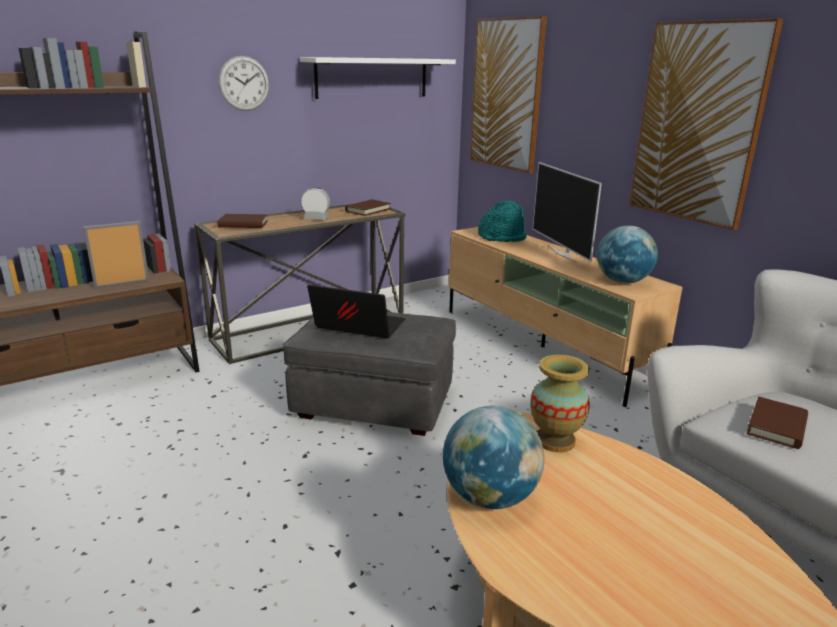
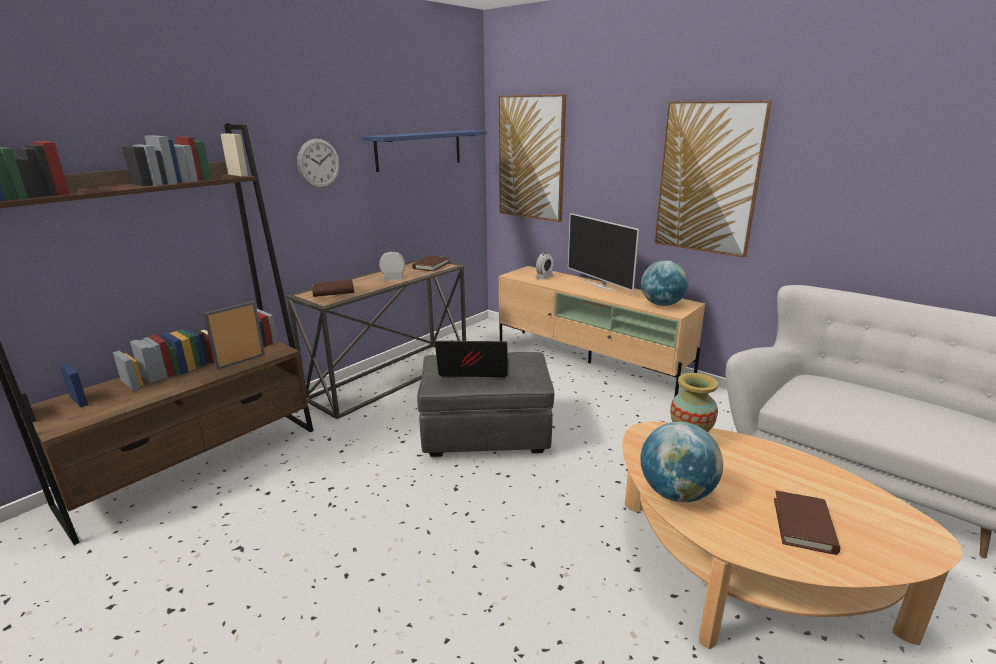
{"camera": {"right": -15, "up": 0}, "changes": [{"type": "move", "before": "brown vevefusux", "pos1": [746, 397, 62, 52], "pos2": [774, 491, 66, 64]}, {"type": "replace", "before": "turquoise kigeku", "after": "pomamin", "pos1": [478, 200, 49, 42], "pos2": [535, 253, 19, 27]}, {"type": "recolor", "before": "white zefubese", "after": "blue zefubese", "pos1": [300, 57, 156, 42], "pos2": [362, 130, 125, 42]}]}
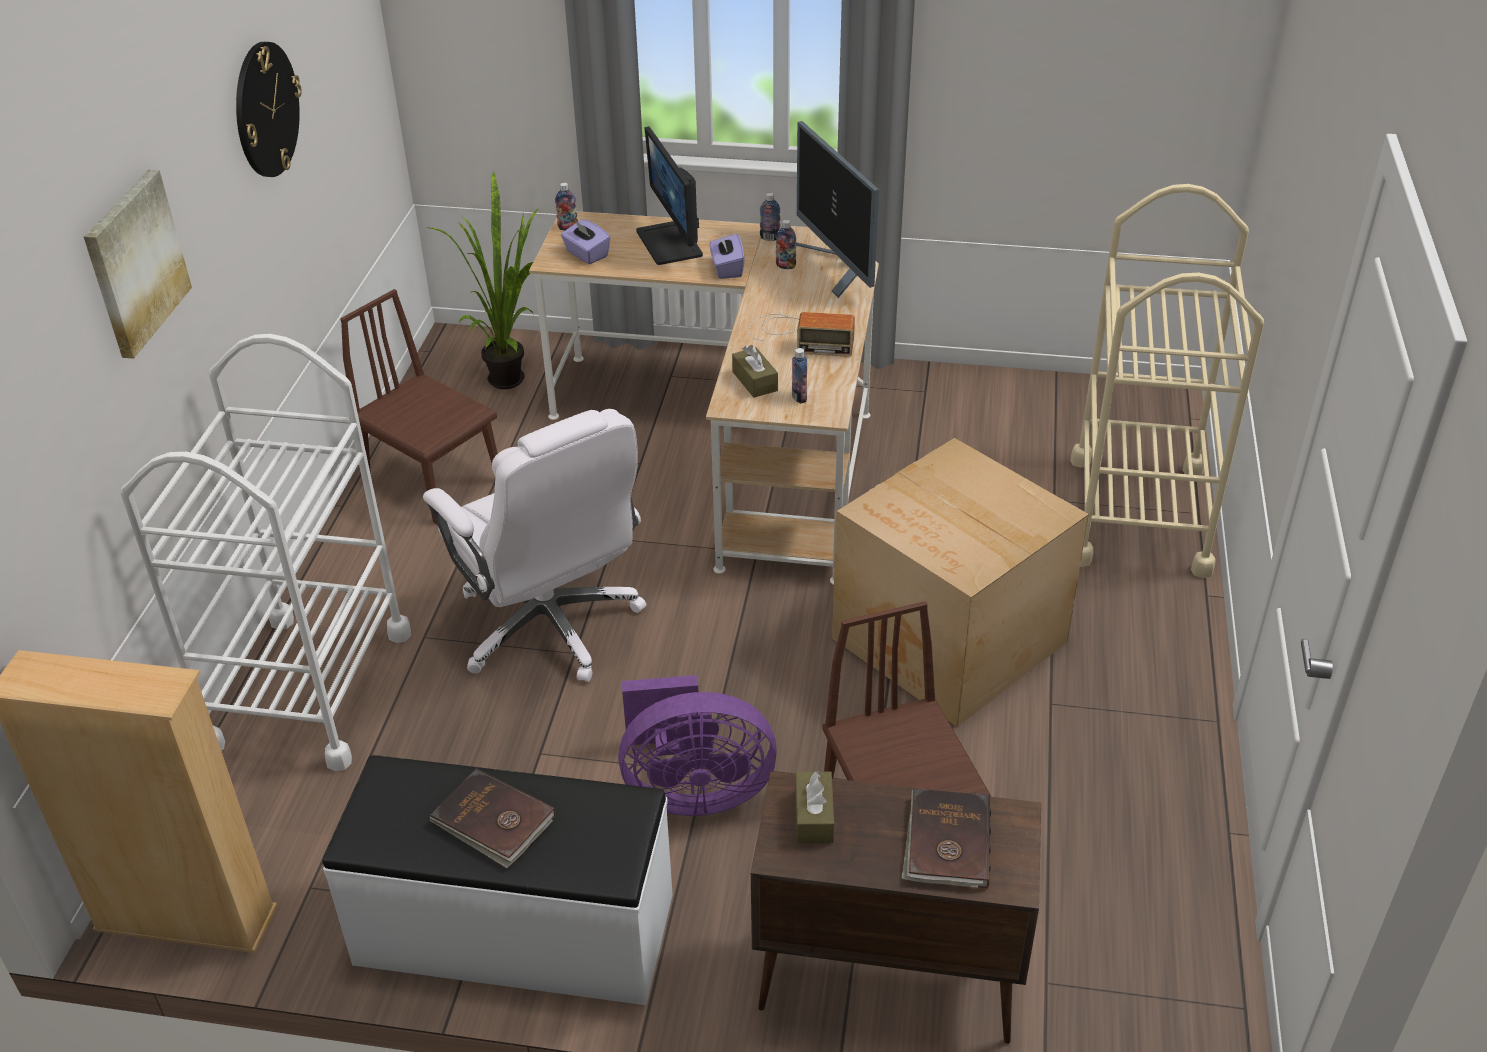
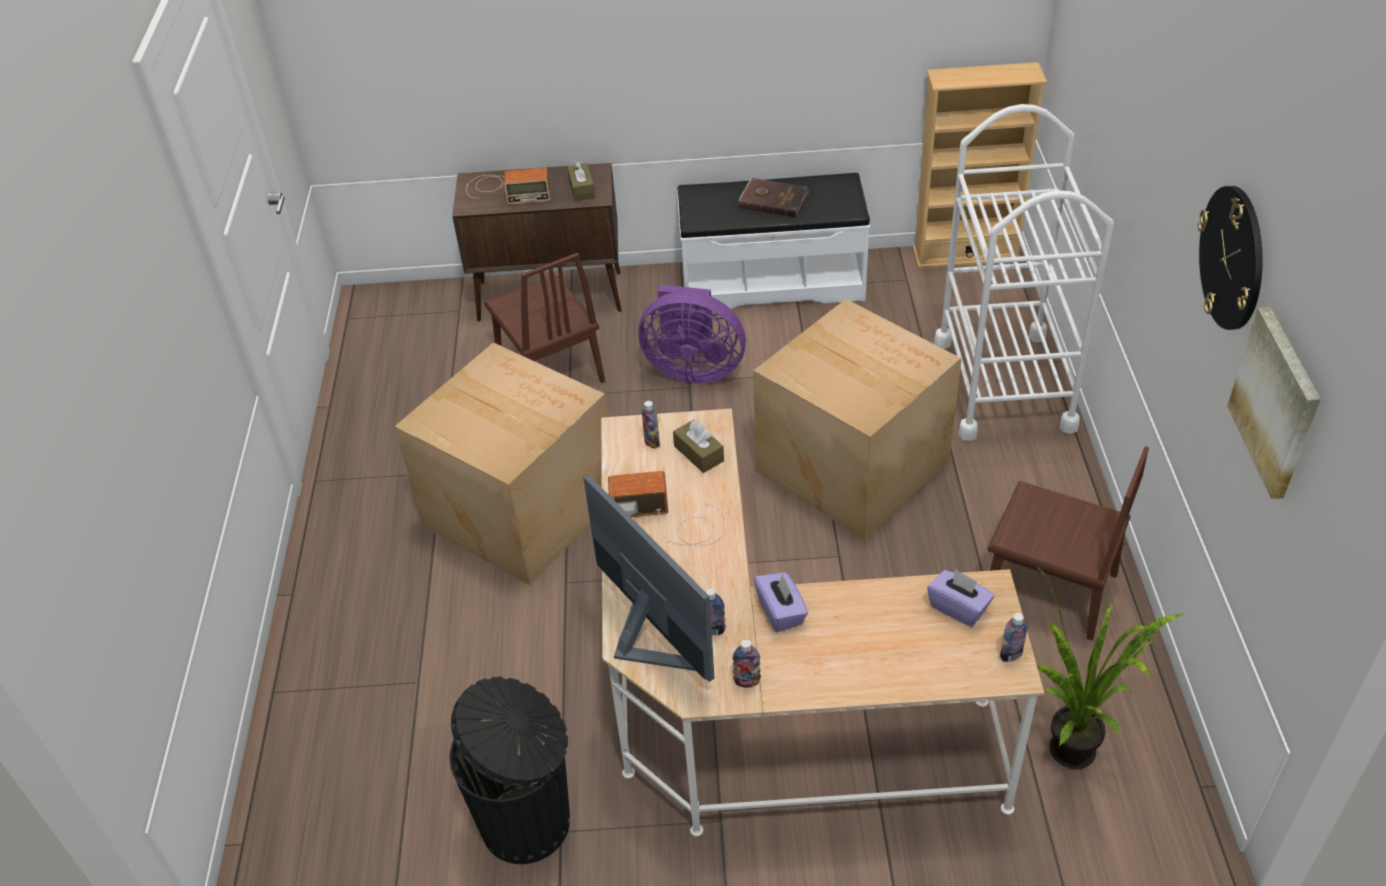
{"camera": {"right": 170, "up": 5}, "changes": [{"type": "delete", "before": "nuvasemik", "pos1": [636, 126, 67, 139]}, {"type": "delete", "before": "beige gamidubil", "pos1": [1070, 184, 194, 394]}, {"type": "insert", "after": "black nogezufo", "pos2": [449, 677, 121, 187]}, {"type": "move", "before": "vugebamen", "pos1": [84, 170, 108, 189], "pos2": [1227, 307, 94, 192]}, {"type": "replace", "before": "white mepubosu", "after": "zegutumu", "pos1": [423, 409, 223, 273], "pos2": [754, 299, 208, 240]}, {"type": "replace", "before": "brown vevefusux", "after": "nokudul", "pos1": [901, 788, 90, 100], "pos2": [466, 168, 84, 36]}, {"type": "rotate", "before": "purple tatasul", "pos1": [618, 675, 159, 141], "pos2": [639, 285, 107, 98], "turn": -150}]}
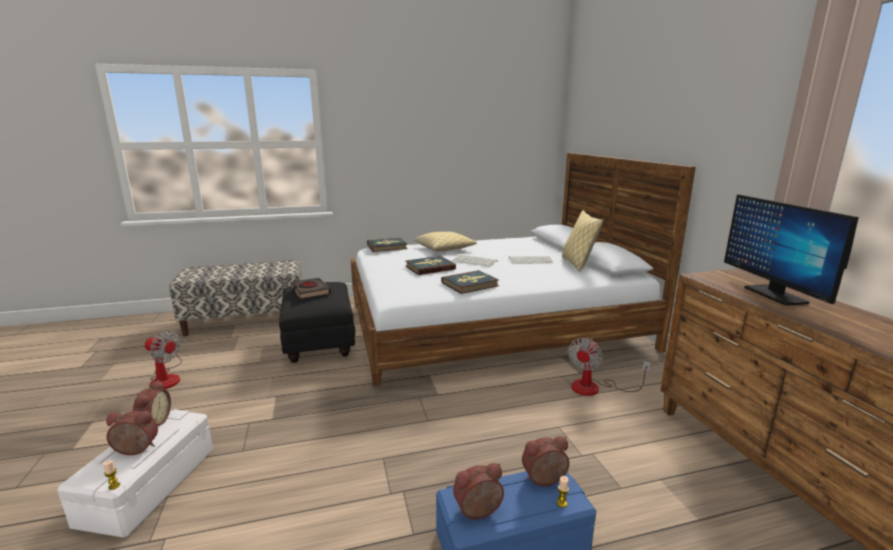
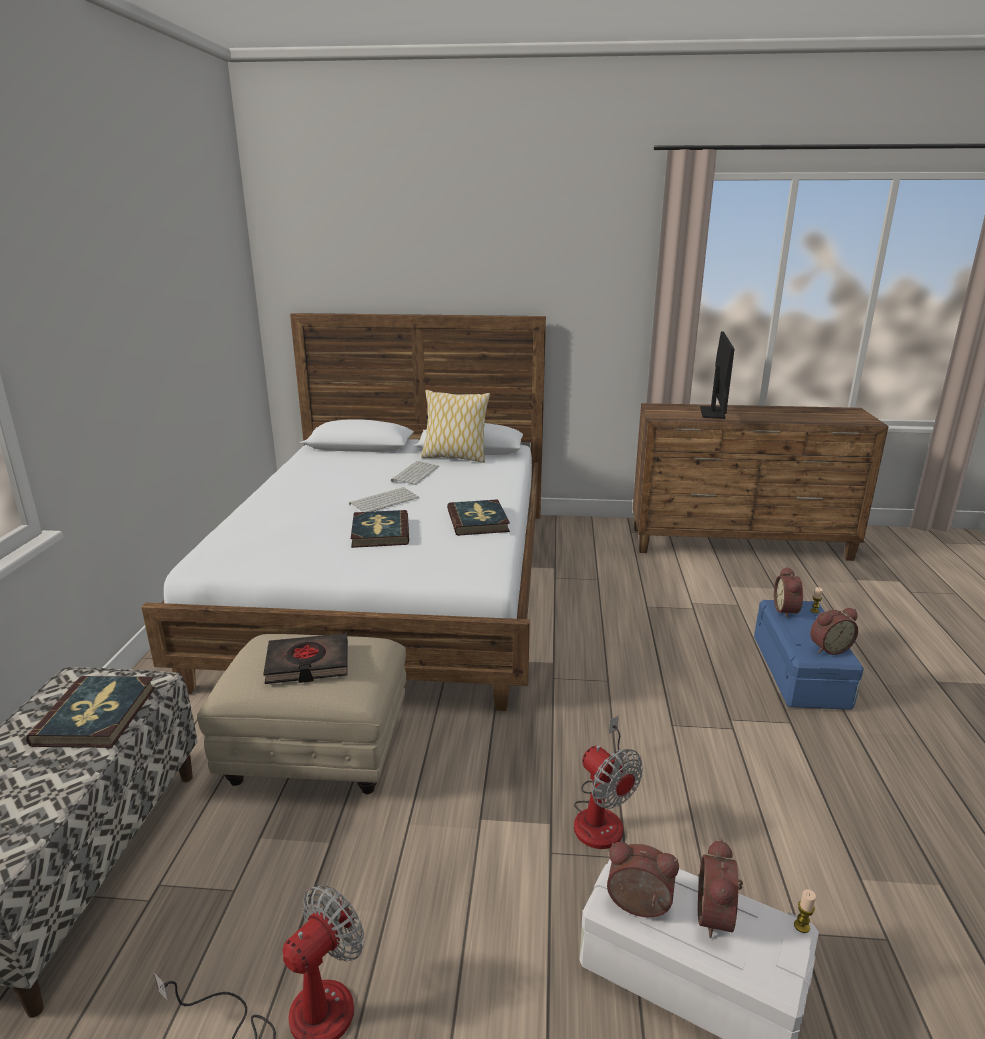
{"camera": {"right": -70, "up": 5}, "changes": [{"type": "delete", "before": "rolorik", "pos1": [414, 232, 63, 20]}, {"type": "move", "before": "vevefusux", "pos1": [367, 238, 41, 14], "pos2": [26, 676, 129, 72]}, {"type": "move", "before": "tatasul", "pos1": [568, 338, 83, 58], "pos2": [574, 716, 69, 133]}, {"type": "recolor", "before": "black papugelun", "after": "beige papugelun", "pos1": [279, 282, 76, 81], "pos2": [197, 634, 209, 160]}, {"type": "rotate", "before": "pomamin", "pos1": [453, 463, 51, 57], "pos2": [810, 608, 48, 47], "turn": -105}, {"type": "rotate", "before": "nuvasemik", "pos1": [724, 195, 135, 111], "pos2": [700, 332, 34, 87], "turn": -90}]}
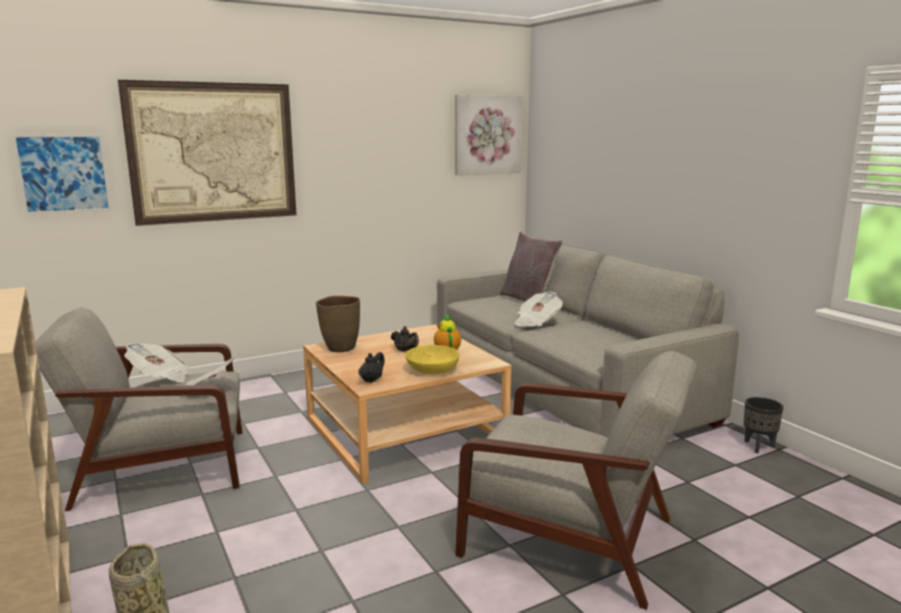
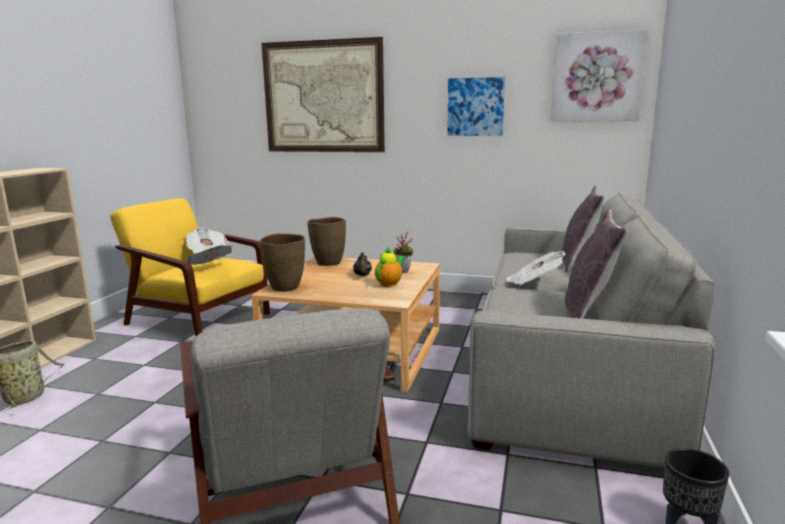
{"camera": {"right": 45, "up": 0}, "changes": [{"type": "delete", "before": "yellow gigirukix", "pos1": [405, 345, 55, 29]}, {"type": "insert", "after": "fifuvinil", "pos2": [394, 232, 20, 41]}, {"type": "insert", "after": "grey rolorik", "pos2": [565, 209, 63, 110]}, {"type": "move", "before": "vugebamen", "pos1": [12, 134, 100, 81], "pos2": [445, 75, 62, 63]}, {"type": "replace", "before": "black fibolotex", "after": "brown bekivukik", "pos1": [358, 352, 27, 31], "pos2": [260, 233, 45, 59]}, {"type": "recolor", "before": "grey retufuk", "after": "yellow retufuk", "pos1": [35, 308, 208, 203], "pos2": [110, 199, 160, 137]}]}
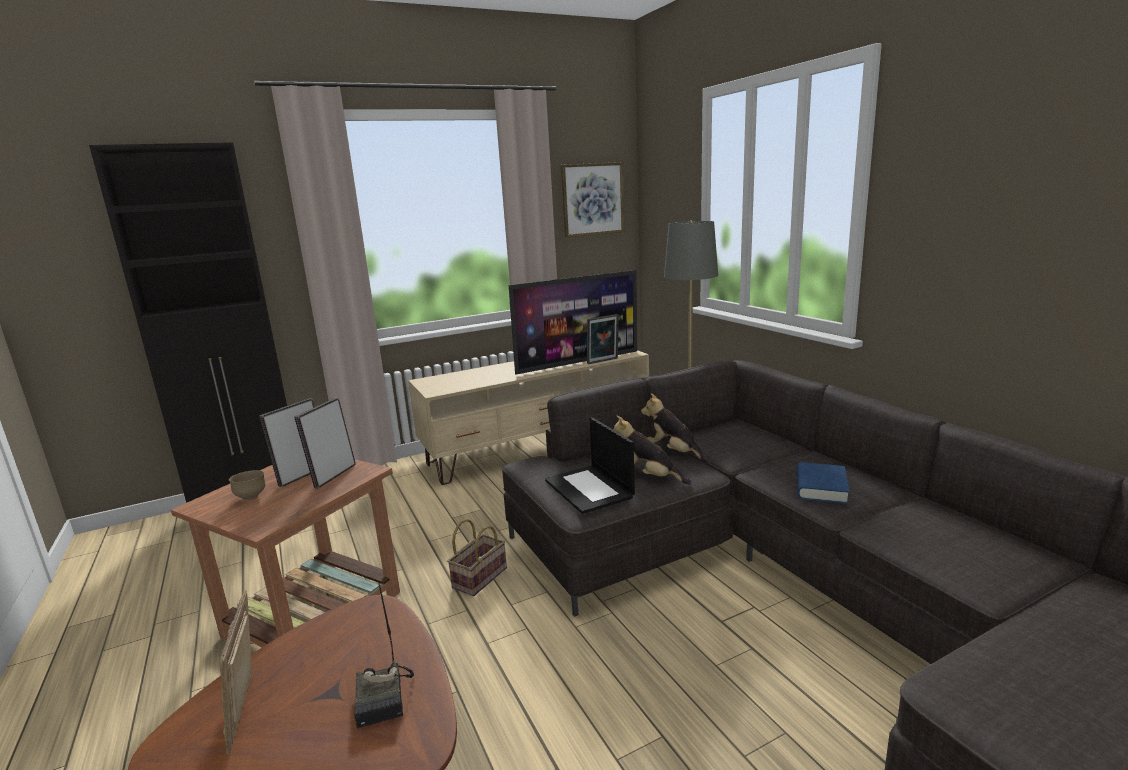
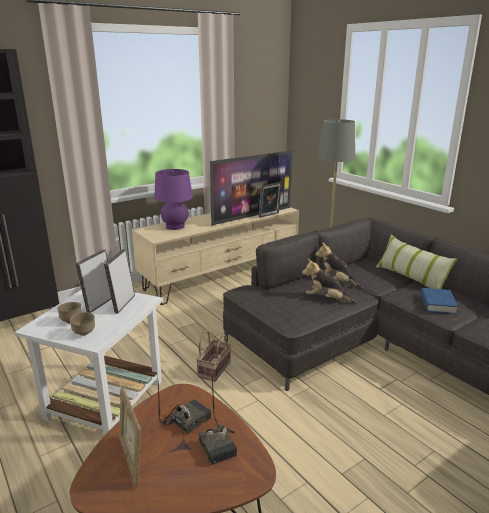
{"camera": {"right": -10, "up": 5}, "changes": [{"type": "delete", "before": "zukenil", "pos1": [545, 417, 90, 97]}, {"type": "delete", "before": "vugebamen", "pos1": [561, 162, 63, 75]}, {"type": "insert", "after": "brown gigirukix", "pos2": [70, 312, 25, 24]}, {"type": "insert", "after": "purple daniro", "pos2": [154, 169, 39, 61]}, {"type": "insert", "after": "nokudul", "pos2": [158, 382, 53, 53]}, {"type": "insert", "after": "rolorik", "pos2": [376, 235, 81, 54]}, {"type": "recolor", "before": "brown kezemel", "after": "white kezemel", "pos1": [171, 459, 229, 188], "pos2": [15, 290, 148, 146]}]}
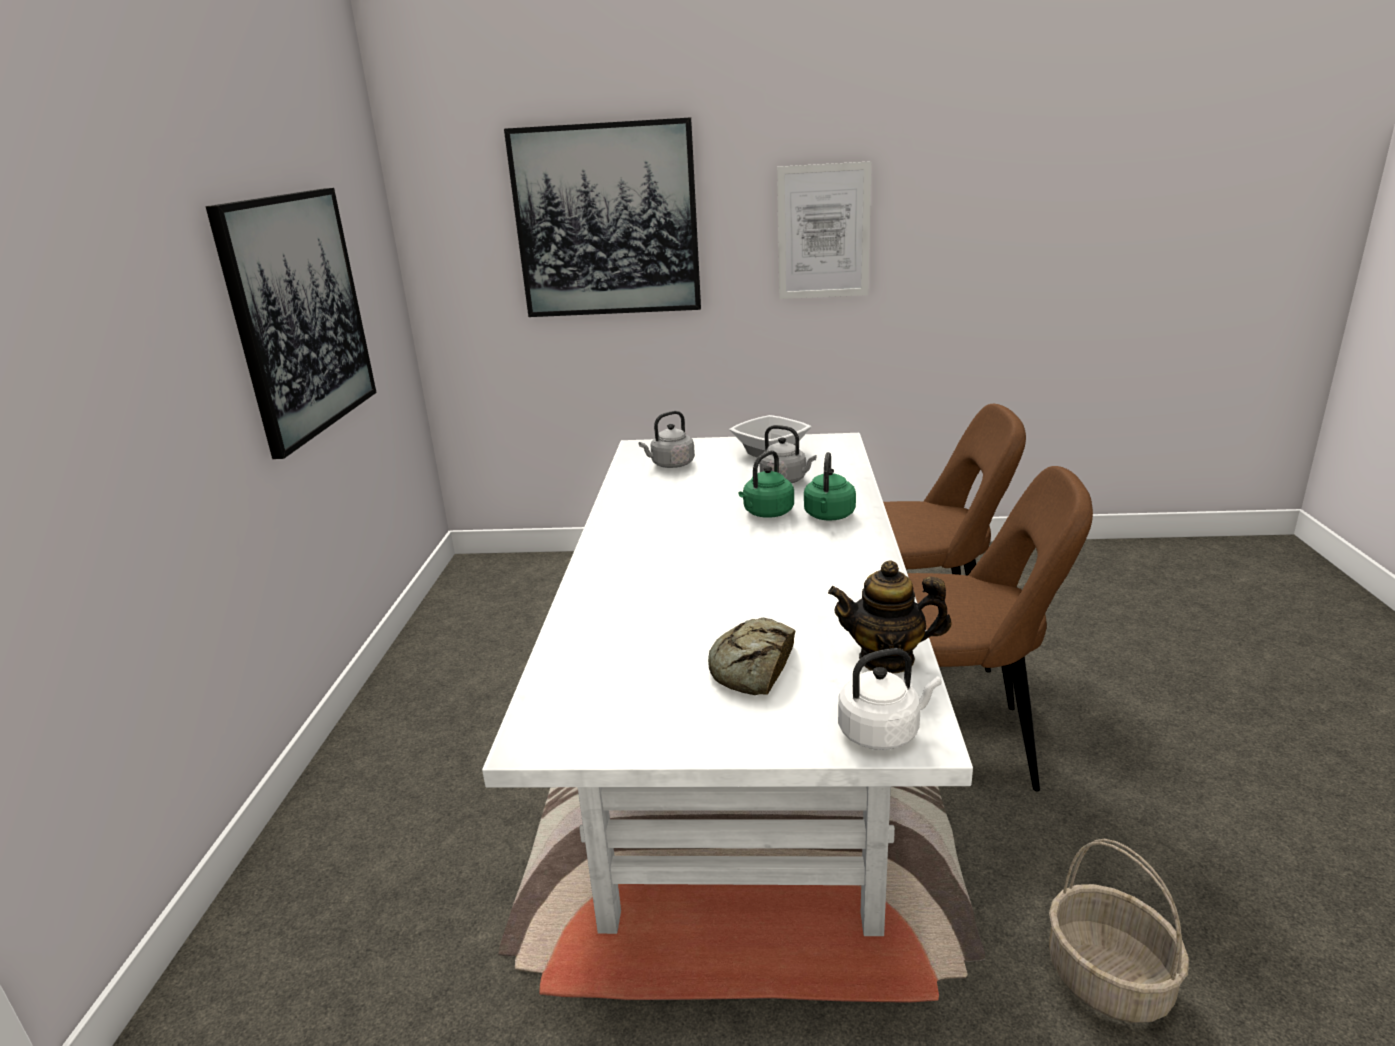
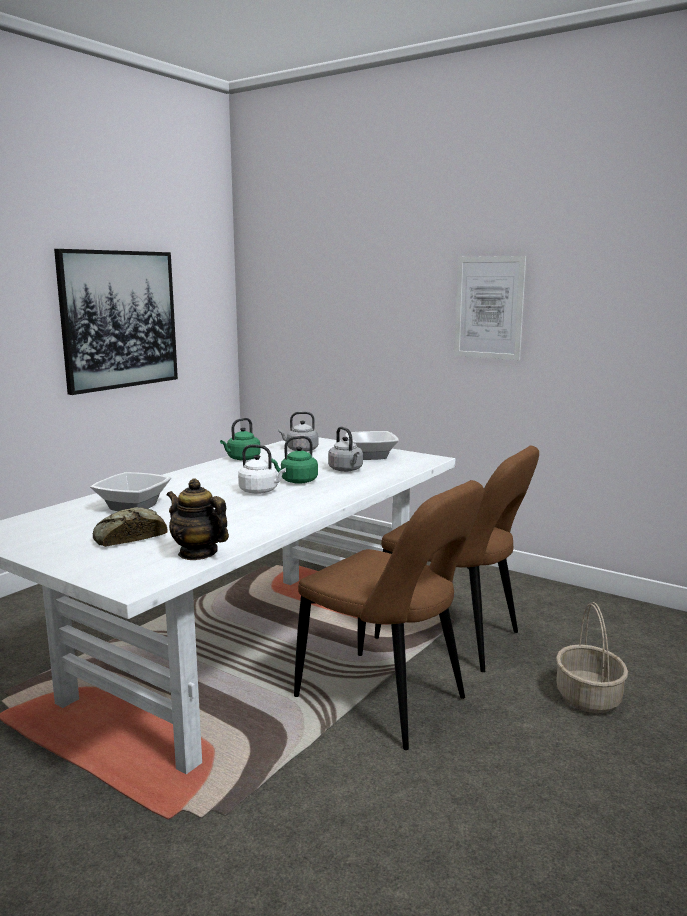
{"camera": {"right": 30, "up": -10}, "changes": [{"type": "delete", "before": "vugebamen", "pos1": [504, 118, 197, 199]}, {"type": "insert", "after": "gigirukix", "pos2": [90, 472, 81, 39]}, {"type": "move", "before": "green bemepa", "pos1": [804, 452, 52, 69], "pos2": [220, 418, 40, 43]}, {"type": "move", "before": "white bemepa", "pos1": [838, 648, 104, 102], "pos2": [238, 444, 48, 50]}, {"type": "move", "before": "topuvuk", "pos1": [1049, 839, 140, 184], "pos2": [556, 602, 72, 111]}]}
